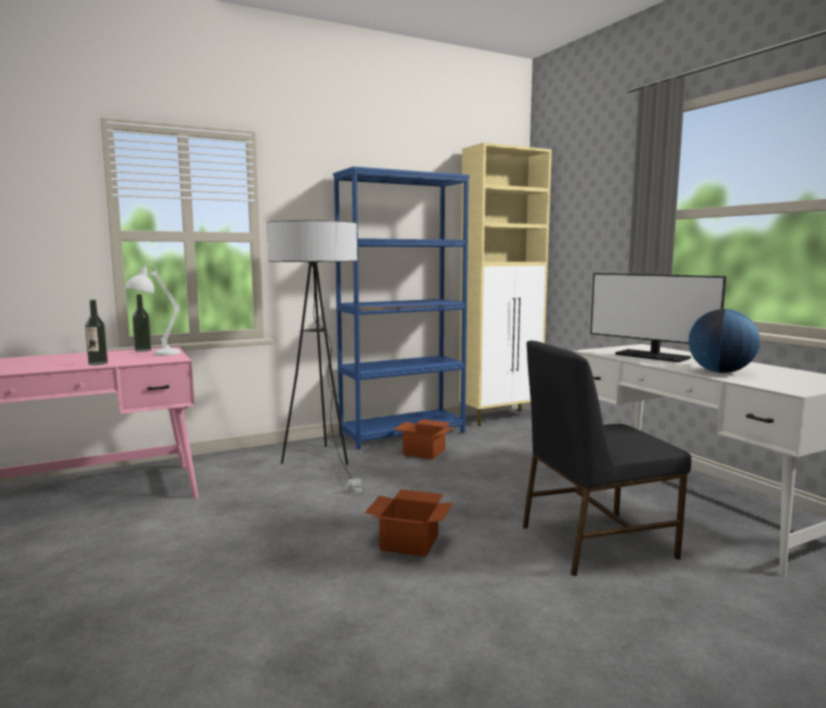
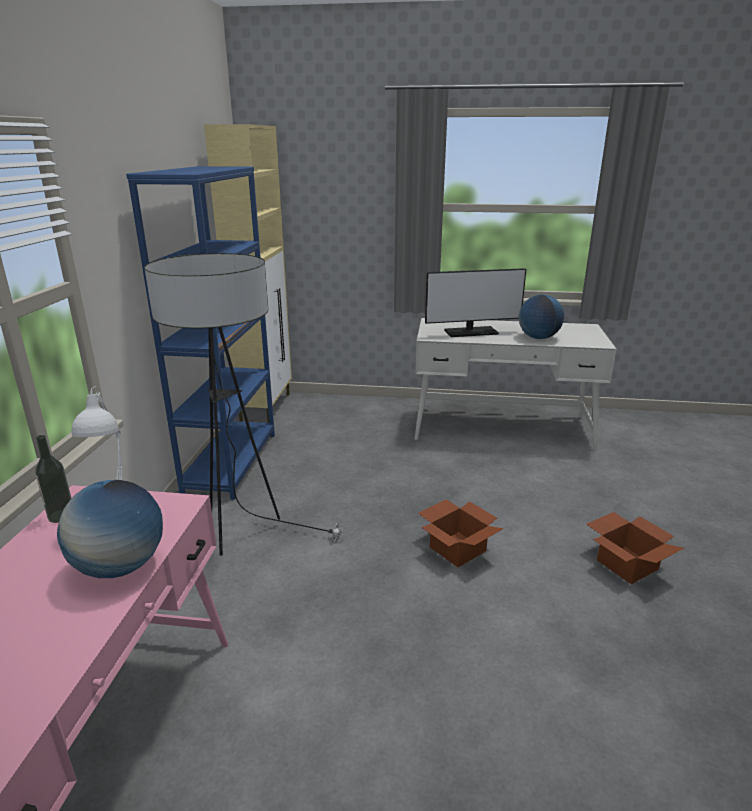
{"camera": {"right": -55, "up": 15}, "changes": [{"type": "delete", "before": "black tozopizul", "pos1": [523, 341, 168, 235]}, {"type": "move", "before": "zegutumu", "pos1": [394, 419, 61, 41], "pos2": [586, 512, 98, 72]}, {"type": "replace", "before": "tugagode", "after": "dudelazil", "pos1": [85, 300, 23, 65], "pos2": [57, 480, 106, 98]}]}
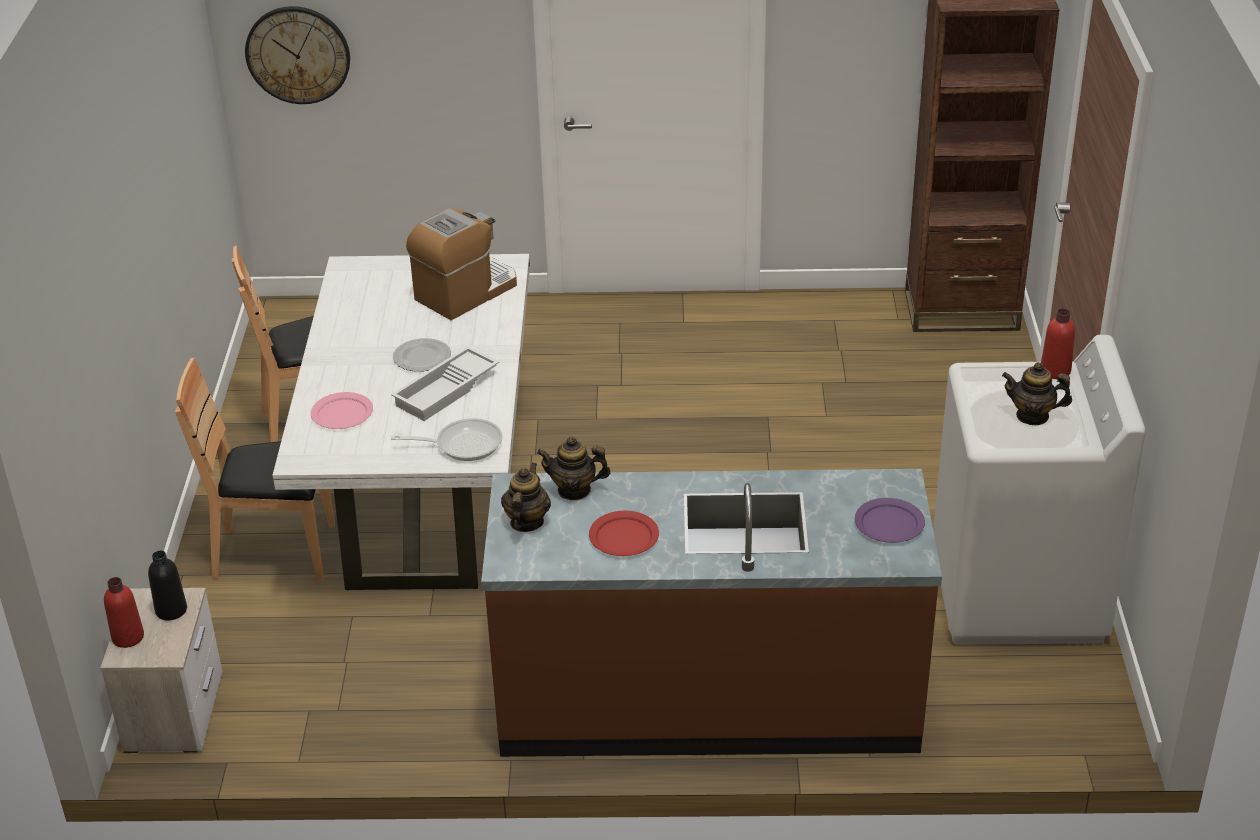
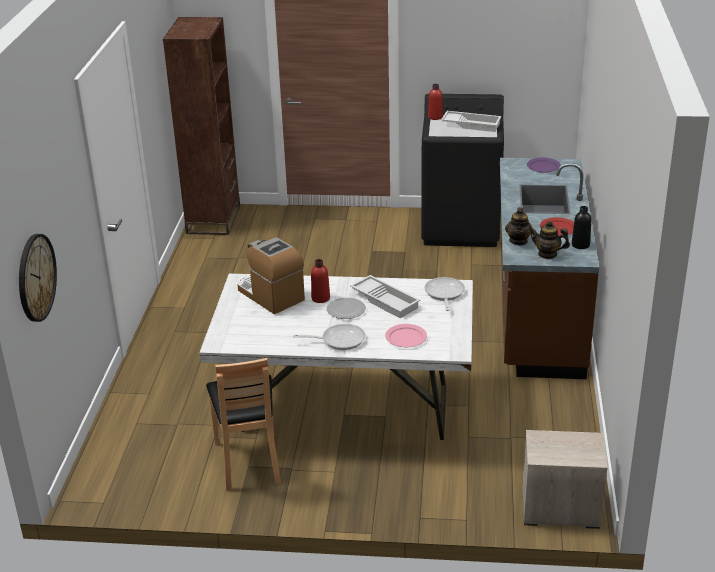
{"camera": {"right": -85, "up": -5}, "changes": [{"type": "delete", "before": "brown tozopizul", "pos1": [175, 358, 160, 223]}, {"type": "insert", "after": "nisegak", "pos2": [293, 324, 72, 26]}, {"type": "move", "before": "red tugagode", "pos1": [104, 577, 40, 71], "pos2": [311, 259, 19, 44]}, {"type": "move", "before": "black tugagode", "pos1": [148, 551, 39, 69], "pos2": [572, 206, 19, 43]}, {"type": "replace", "before": "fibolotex", "after": "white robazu", "pos1": [1002, 362, 70, 63], "pos2": [441, 111, 60, 21]}, {"type": "recolor", "before": "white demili", "after": "black demili", "pos1": [933, 335, 213, 310], "pos2": [421, 94, 83, 153]}]}
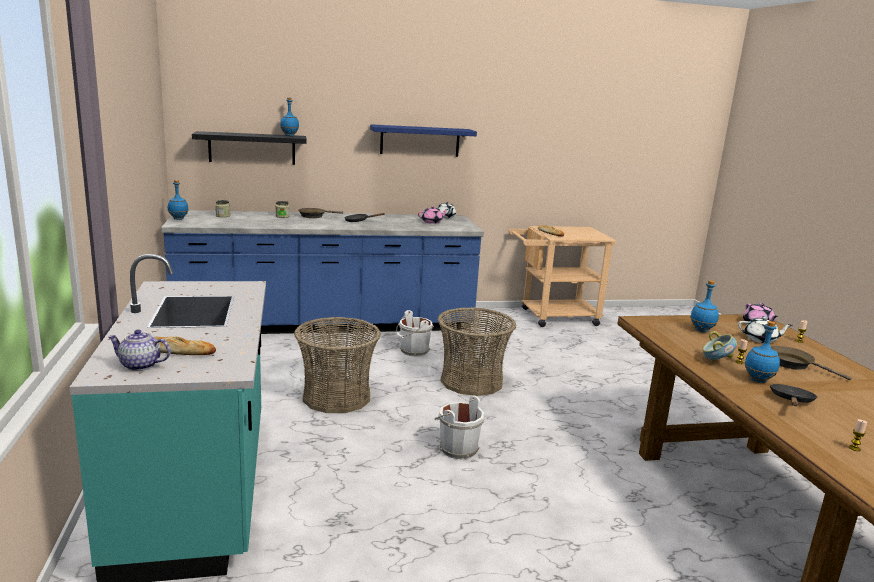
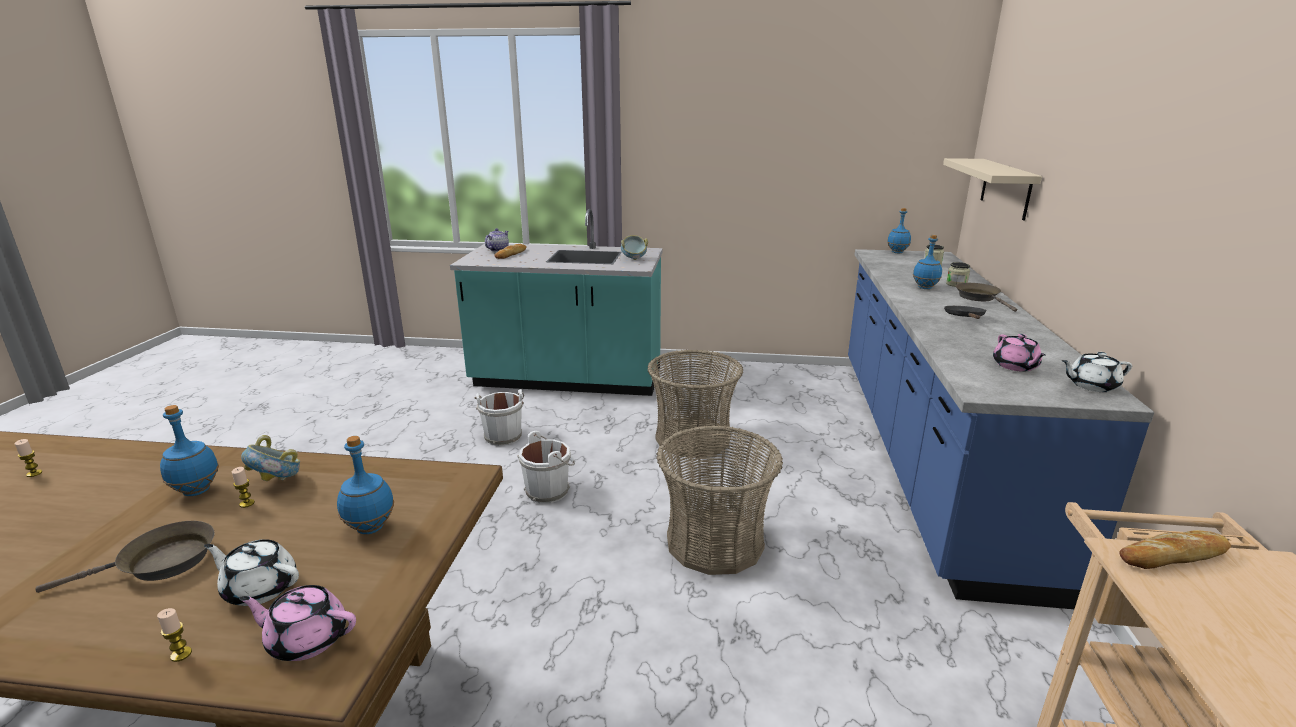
{"camera": {"right": 110, "up": 5}, "changes": [{"type": "delete", "before": "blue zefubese", "pos1": [370, 124, 107, 33]}, {"type": "delete", "before": "black nisegak", "pos1": [770, 384, 48, 22]}, {"type": "insert", "after": "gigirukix", "pos2": [621, 235, 27, 25]}, {"type": "move", "before": "blue tugagode", "pos1": [280, 98, 19, 38], "pos2": [913, 235, 29, 54]}, {"type": "move", "before": "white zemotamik", "pos1": [396, 310, 38, 47], "pos2": [474, 389, 50, 57]}, {"type": "recolor", "before": "black zefubese", "after": "beige zefubese", "pos1": [192, 131, 115, 34], "pos2": [943, 158, 99, 63]}, {"type": "rotate", "before": "white fibolotex", "pos1": [738, 316, 54, 27], "pos2": [204, 539, 95, 67], "turn": 75}]}
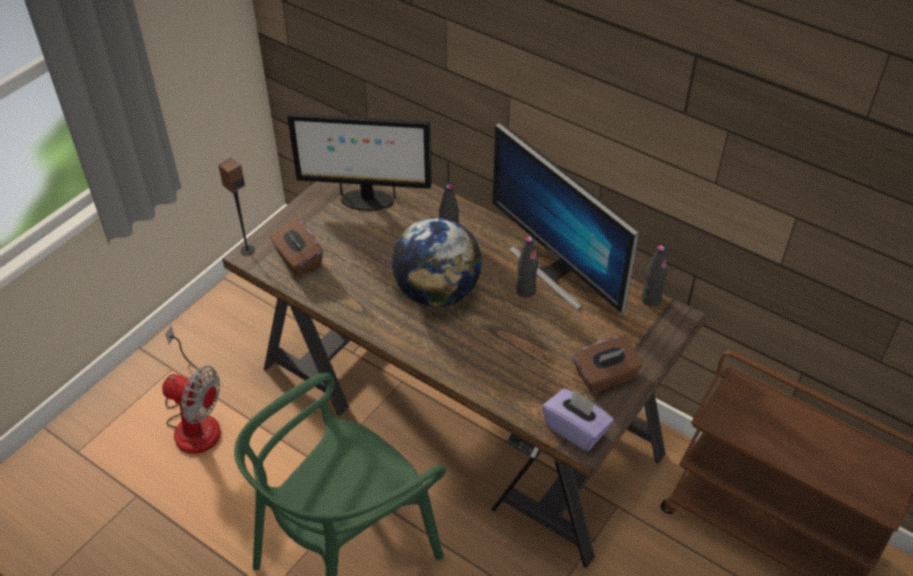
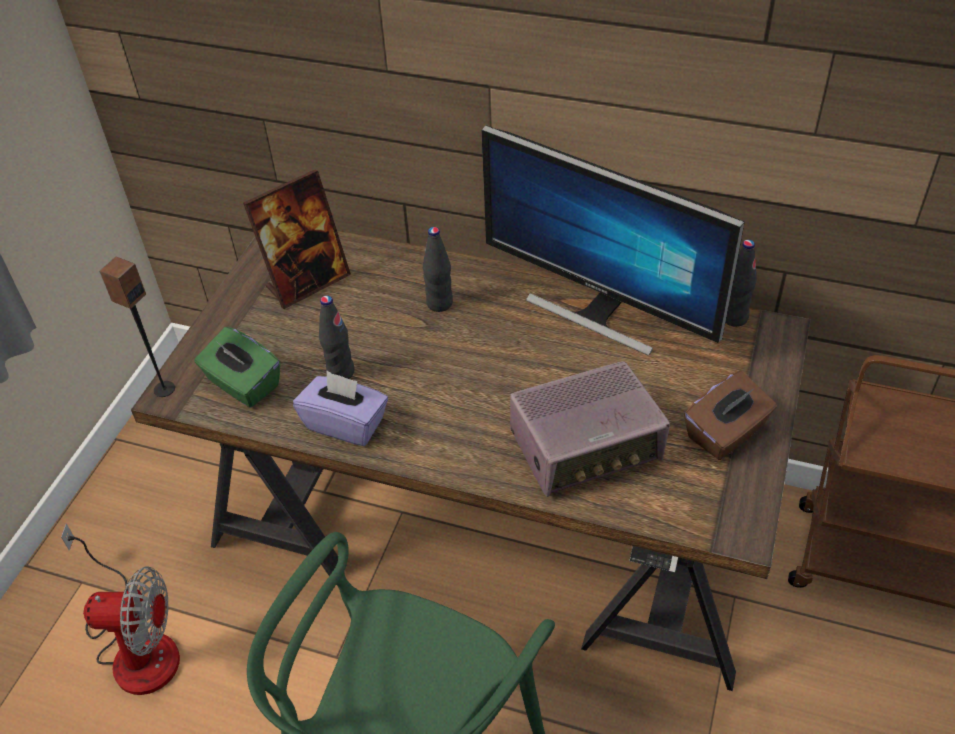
{"camera": {"right": -15, "up": 0}, "changes": [{"type": "delete", "before": "dudelazil", "pos1": [392, 217, 90, 90]}, {"type": "insert", "after": "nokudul", "pos2": [510, 361, 160, 136]}, {"type": "move", "before": "black tugagode", "pos1": [516, 237, 22, 61], "pos2": [319, 295, 36, 84]}, {"type": "move", "before": "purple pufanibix", "pos1": [542, 388, 72, 64], "pos2": [293, 371, 95, 75]}, {"type": "replace", "before": "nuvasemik", "after": "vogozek", "pos1": [287, 113, 144, 98], "pos2": [243, 170, 108, 139]}, {"type": "recolor", "before": "brown pufanibix", "after": "green pufanibix", "pos1": [270, 219, 53, 58], "pos2": [194, 327, 86, 80]}]}
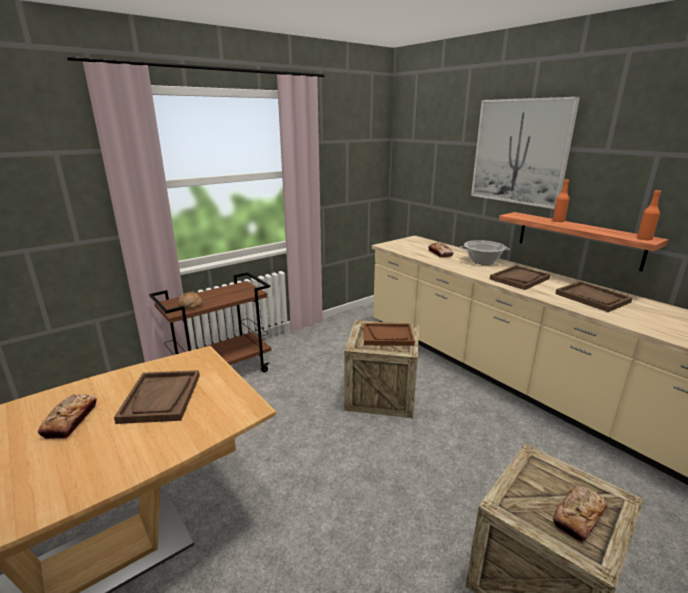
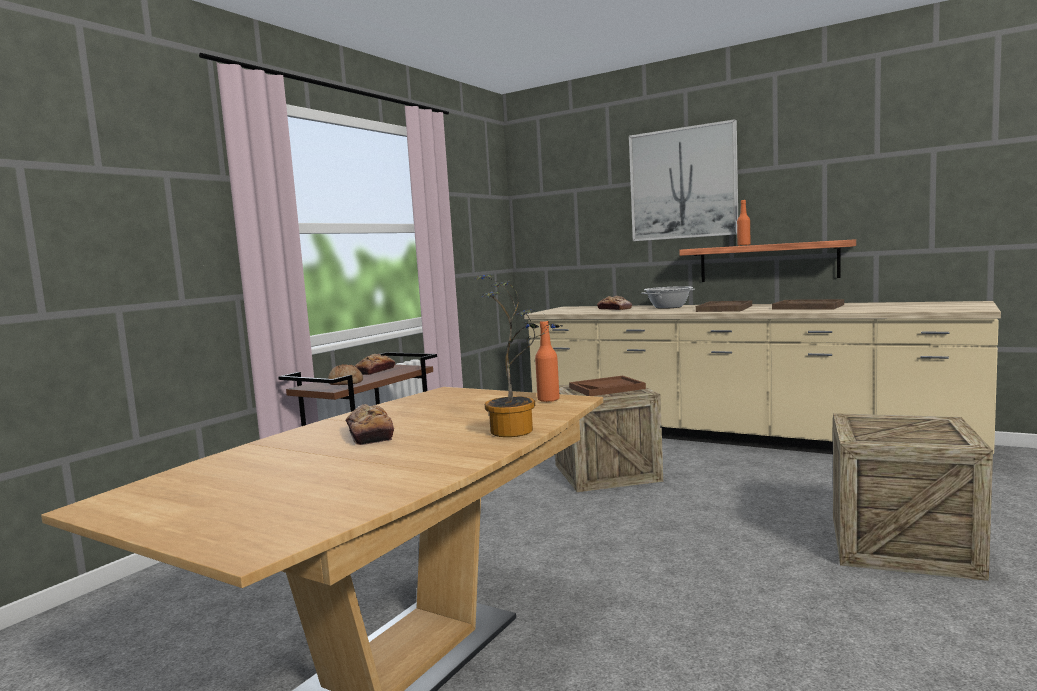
{"camera": {"right": -20, "up": -15}, "changes": [{"type": "delete", "before": "brown robazu", "pos1": [114, 370, 86, 54]}, {"type": "insert", "after": "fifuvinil", "pos2": [474, 274, 88, 163]}, {"type": "move", "before": "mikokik", "pos1": [553, 486, 55, 57], "pos2": [355, 354, 40, 21]}, {"type": "move", "before": "orange tugagode", "pos1": [637, 190, 24, 50], "pos2": [535, 321, 25, 81]}]}
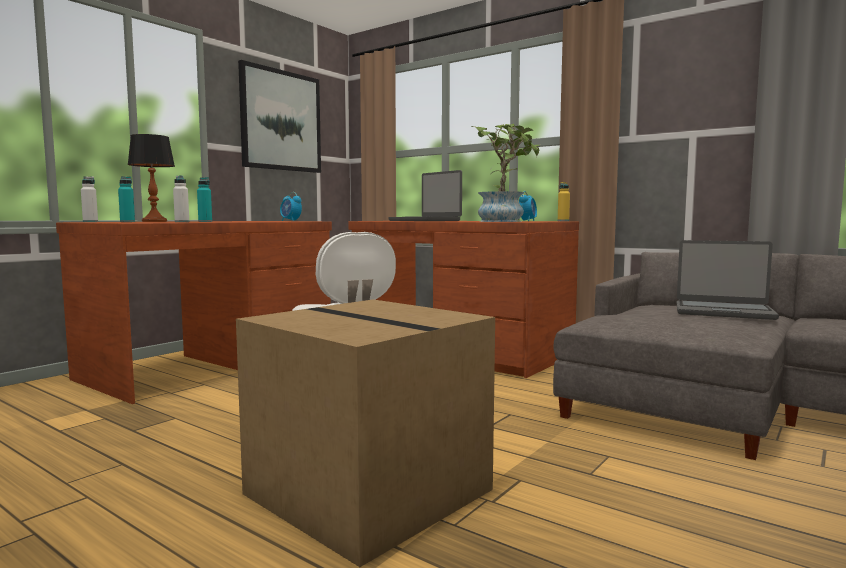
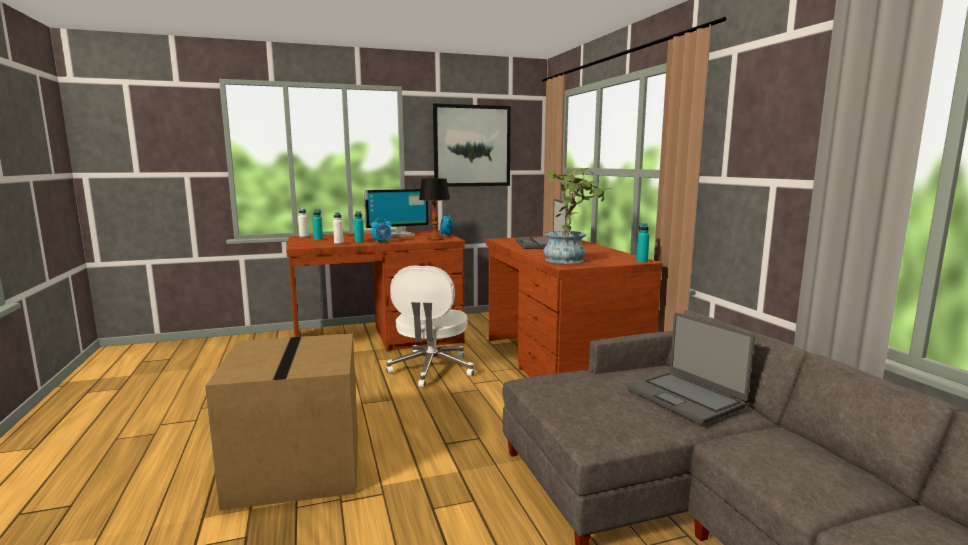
{"camera": {"right": 35, "up": 5}, "changes": [{"type": "insert", "after": "nuvasemik", "pos2": [364, 189, 65, 48]}, {"type": "move", "before": "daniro", "pos1": [127, 134, 48, 88], "pos2": [419, 178, 31, 62]}, {"type": "move", "before": "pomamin", "pos1": [519, 191, 18, 30], "pos2": [371, 218, 21, 26]}, {"type": "recolor", "before": "yellow tugagode", "after": "turquoise tugagode", "pos1": [558, 182, 12, 39], "pos2": [636, 223, 14, 40]}]}
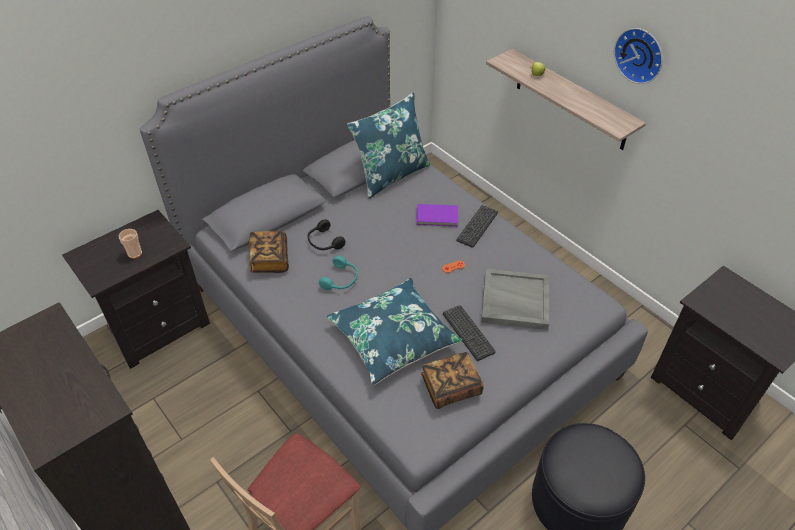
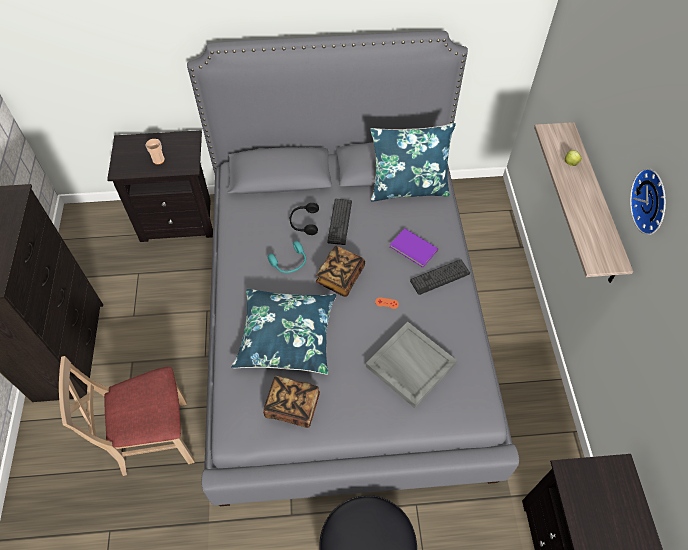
{"camera": {"right": 35, "up": 10}, "changes": [{"type": "move", "before": "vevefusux", "pos1": [249, 231, 40, 42], "pos2": [316, 246, 49, 51]}, {"type": "move", "before": "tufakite", "pos1": [443, 305, 53, 56], "pos2": [327, 199, 25, 46]}]}
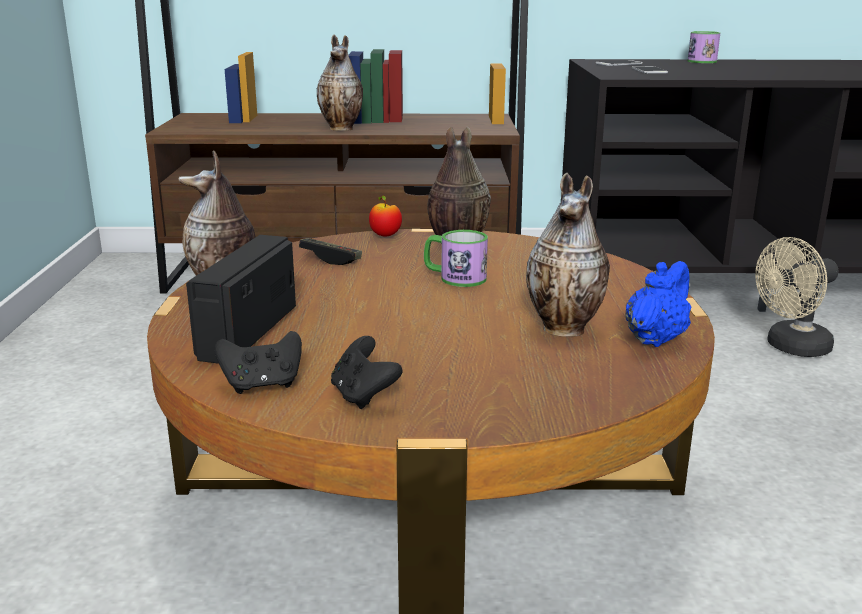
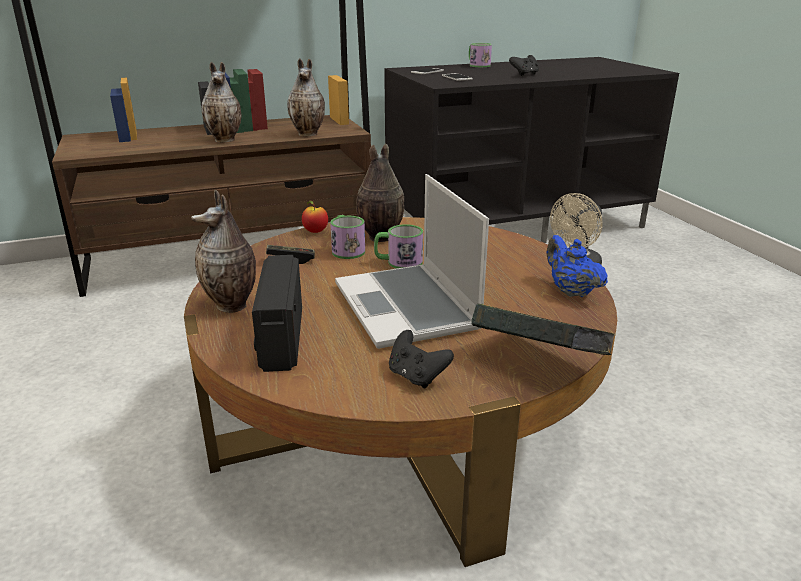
{"camera": {"right": -20, "up": 5}, "changes": [{"type": "insert", "after": "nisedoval", "pos2": [330, 215, 35, 44]}, {"type": "insert", "after": "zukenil", "pos2": [335, 174, 154, 175]}, {"type": "insert", "after": "vevefusux", "pos2": [471, 304, 144, 51]}, {"type": "move", "before": "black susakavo", "pos1": [215, 331, 87, 63], "pos2": [509, 55, 30, 21]}, {"type": "move", "before": "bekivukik", "pos1": [526, 173, 84, 164], "pos2": [287, 58, 38, 78]}, {"type": "rotate", "before": "blue fibolotex", "pos1": [625, 261, 66, 86], "pos2": [547, 235, 61, 62], "turn": -45}]}
